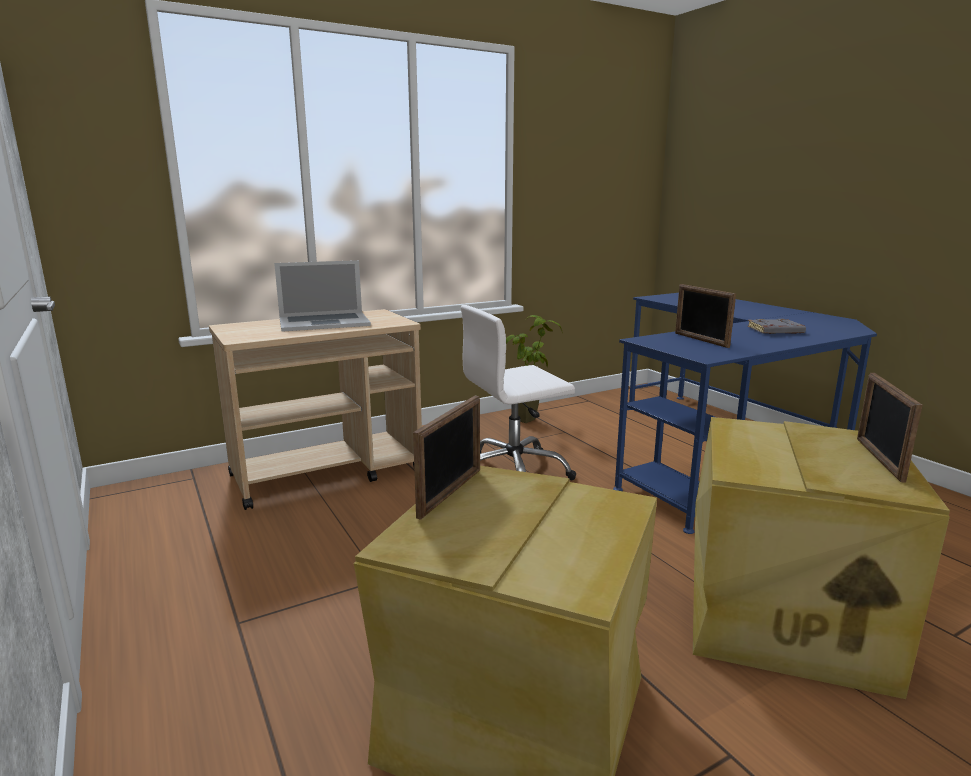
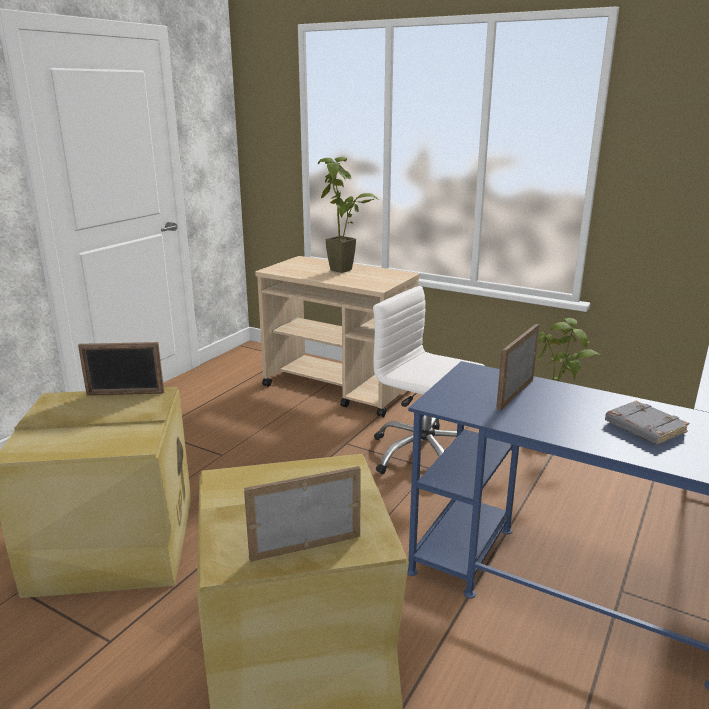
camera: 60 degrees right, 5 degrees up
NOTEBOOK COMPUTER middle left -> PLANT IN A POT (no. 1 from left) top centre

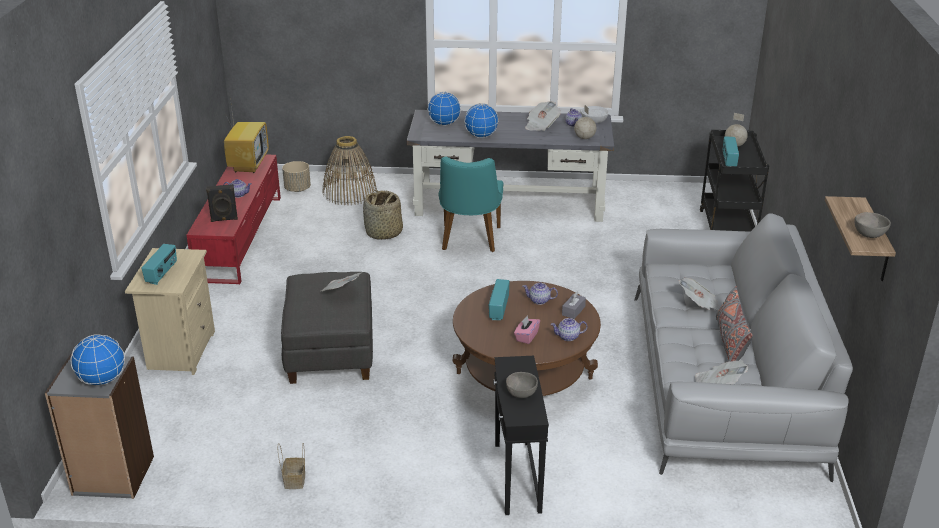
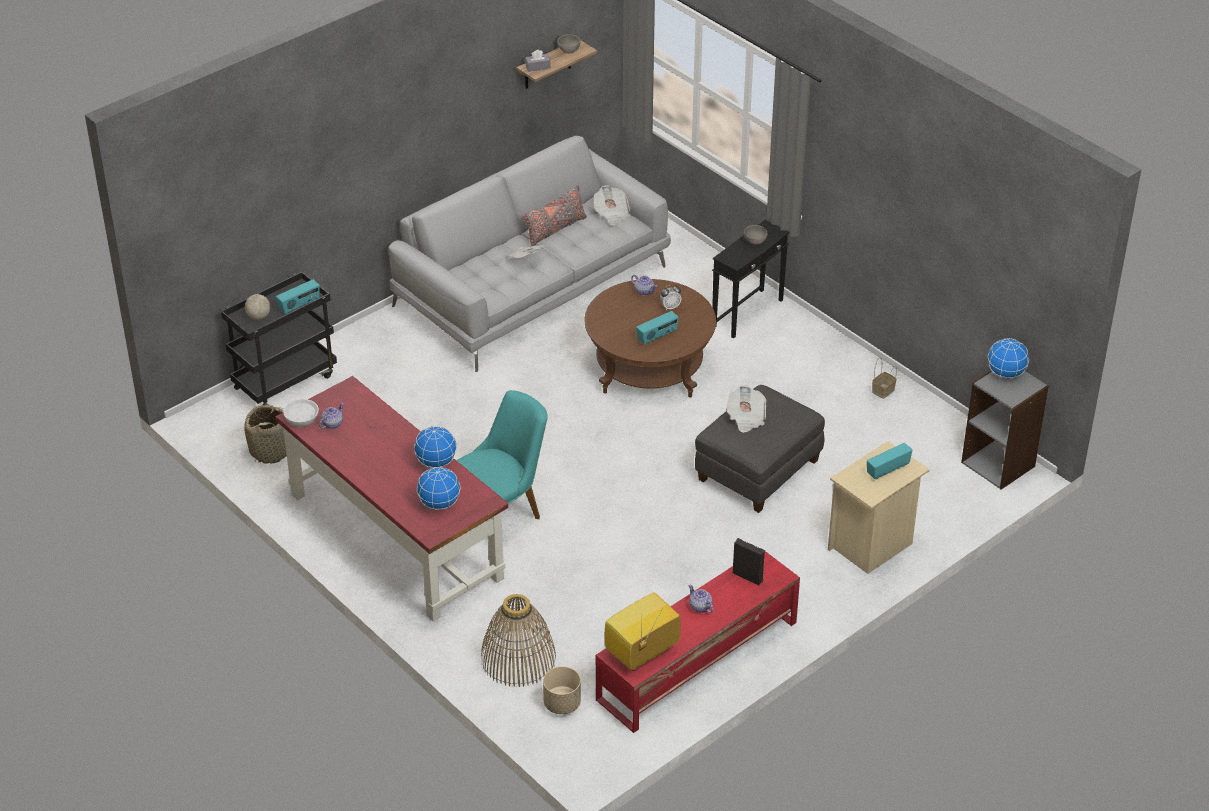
camera: 135 degrees left, 10 degrees up
NEWSPAPER (no. 2 from left) top centre -> none
WORLD GLOBE (no. 4 from left) top centre -> none
GREYISH DESK top centre -> REDDISH DESK middle left
STORAGE BASKET (no. 3 from left in the first image) centre -> STORAGE BASKET (no. 1 from left) middle left, shifted
TEA POT (no. 2 from left) centre -> none
GREYISH TISSUE HOLDER centre -> GREYISH TISSUE HOLDER top centre, shifted
PINKISH TISSUE HOLDER centre -> ALARM CLOCK centre

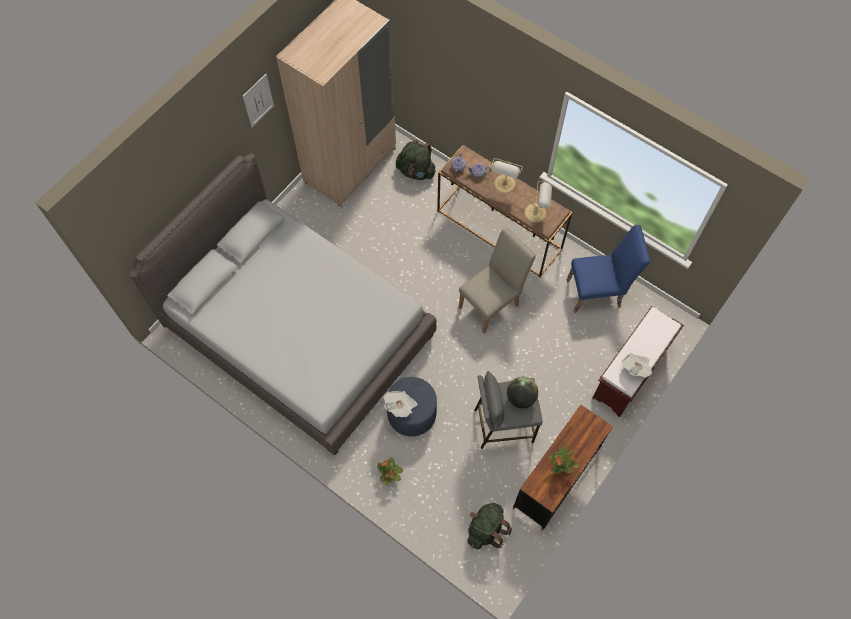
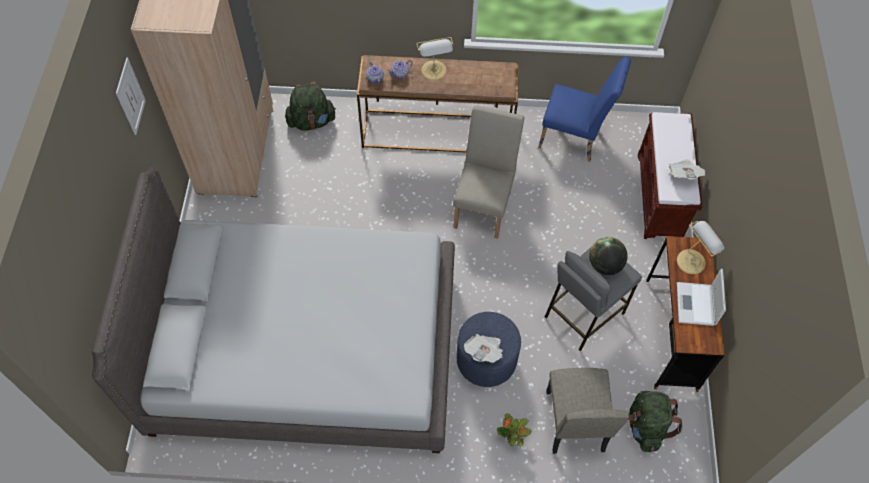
camera: 35 degrees left, 5 degrees down
LAMP FOR A TABLE (no. 2 from left) top centre -> LAMP FOR A TABLE (no. 2 from left) middle right, shifted
BLUISH UPRIGHT CHAIR middle right -> BLUISH UPRIGHT CHAIR top right, 60 degrees clockwise
PLANT IN A POT (no. 2 from left) bottom centre -> NOTEBOOK COMPUTER middle right
none -> BEIGE-COLOURED UPRIGHT CHAIR (no. 2 from left) bottom right

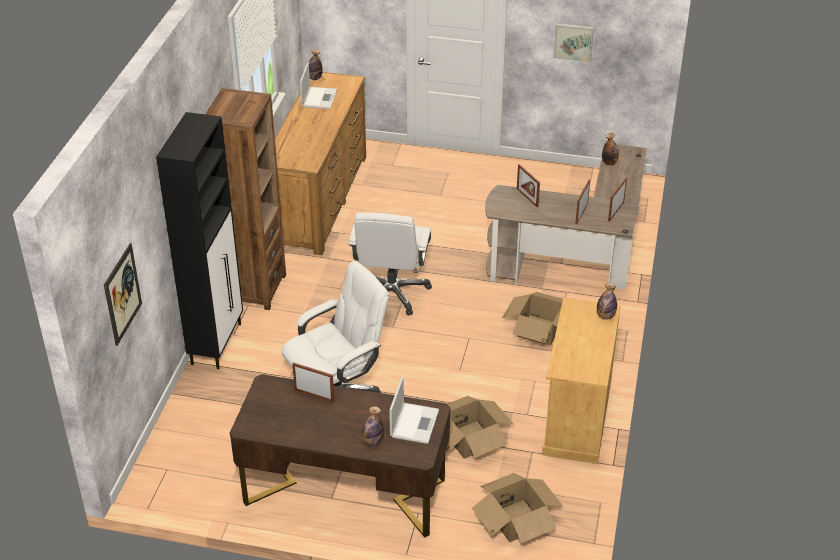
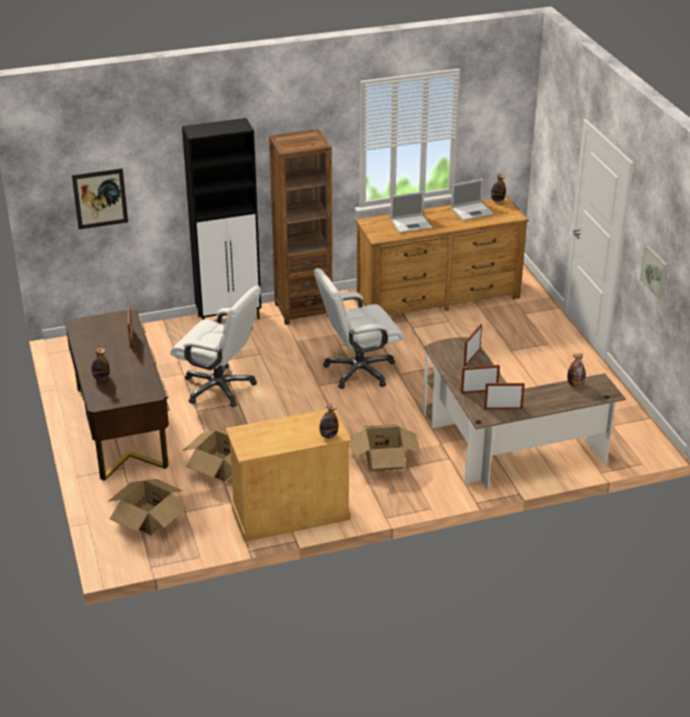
camera: 60 degrees right, 5 degrees down
NOTEBOOK COMPUTER (no. 2 from left in the first image) bottom centre -> NOTEBOOK COMPUTER (no. 1 from left) top centre, shifted

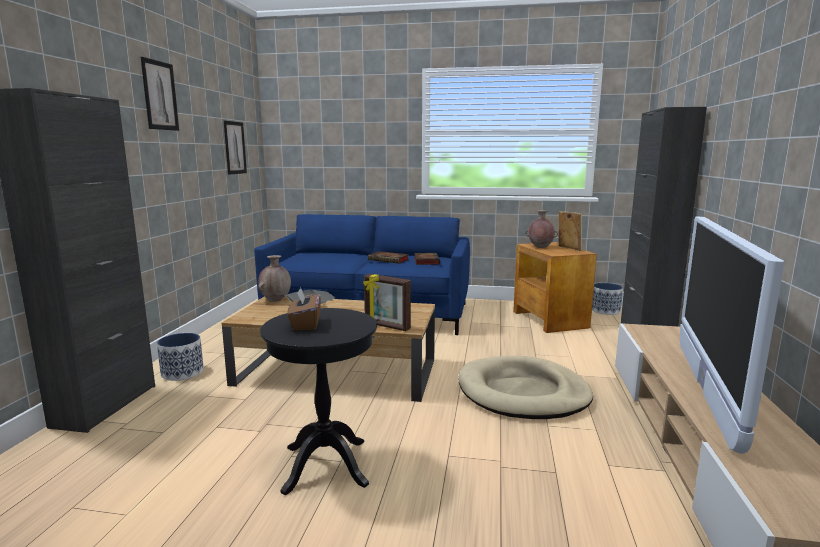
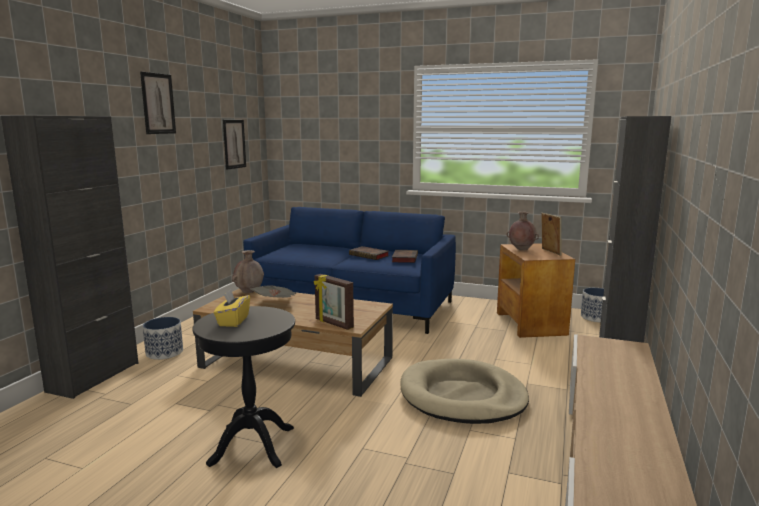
camera: 10 degrees right, 0 degrees up
TV SET middle right -> none
BROWN-COLOURED TISSUE HOLDER centre -> YELLOWISH TISSUE HOLDER middle left

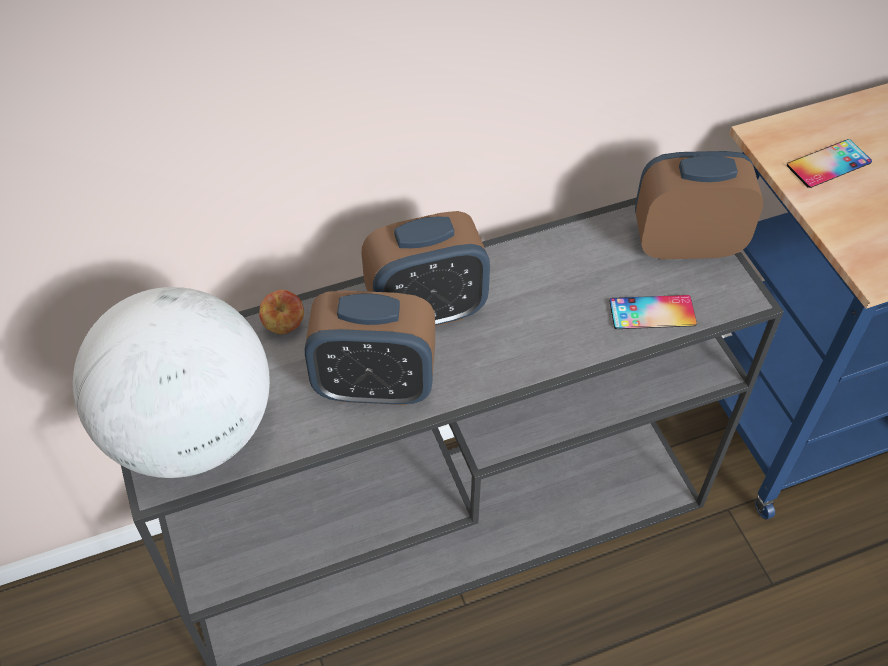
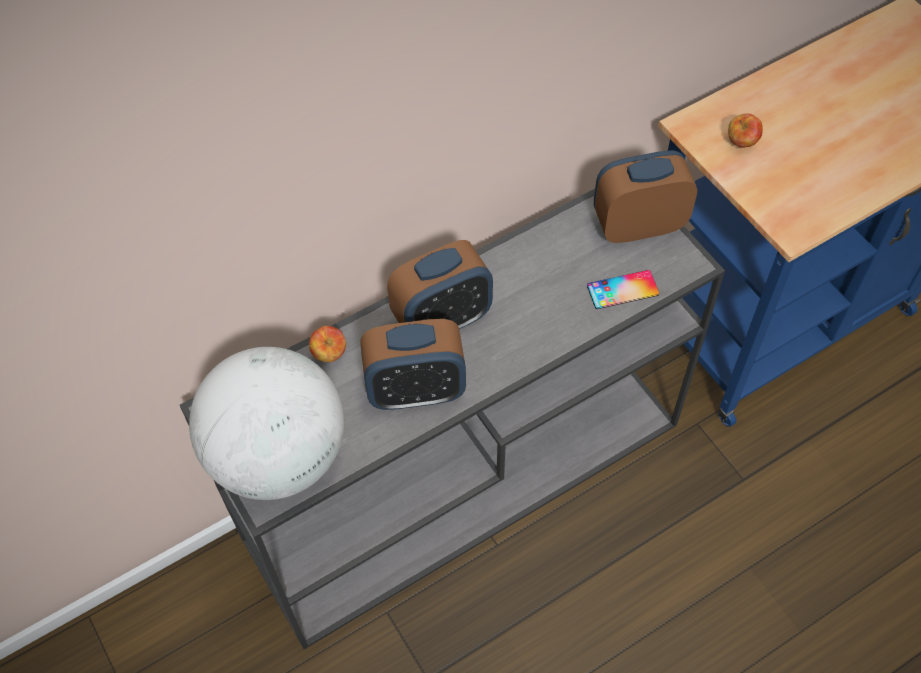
camera: 10 degrees left, 5 degrees up
PHONE (no. 2 from left) top right -> WHOLE APPLE (no. 2 from left) top right

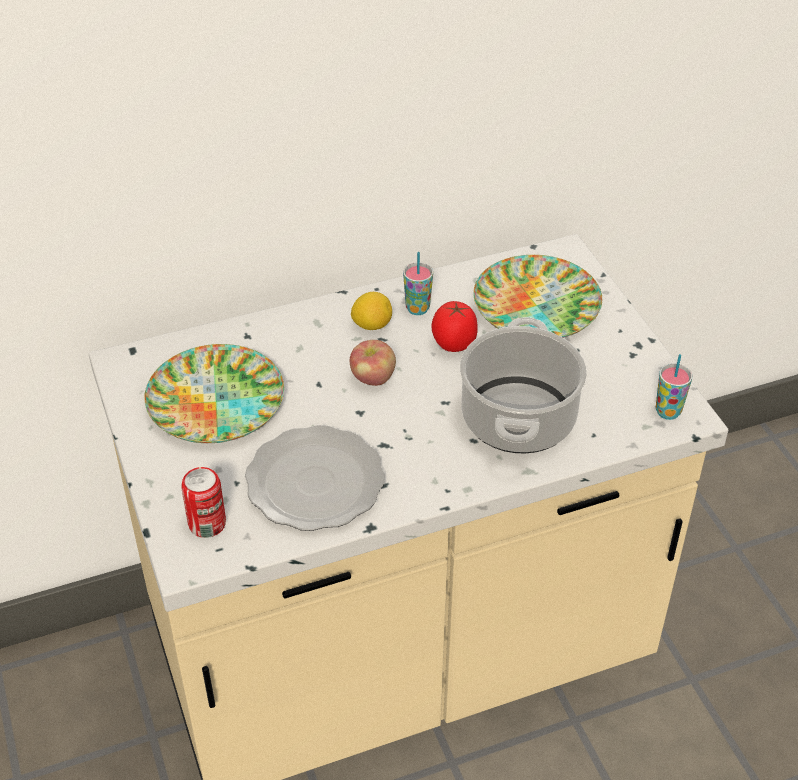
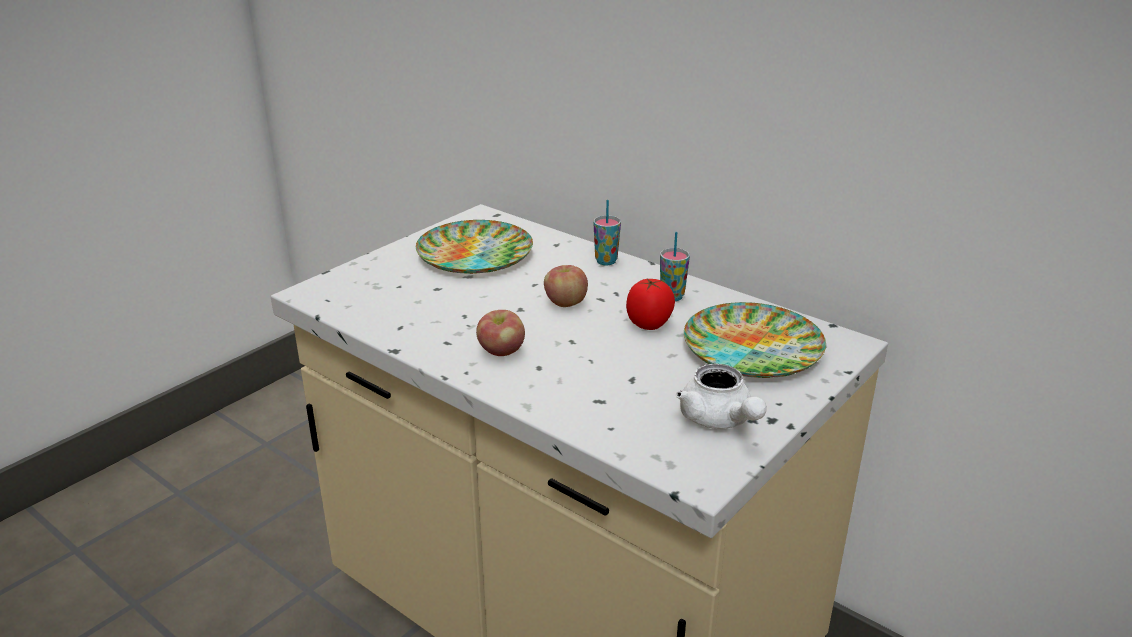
camera: 60 degrees right, 15 degrees down
CITRUS FRUIT centre -> none
SAUCEPOT centre -> none
SMALL CUP (no. 2 from left in the first image) middle right -> SMALL CUP (no. 1 from left) centre, shifted
PLATE (no. 2 from left) centre -> none
METAL CAN middle left -> none
none -> WHOLE APPLE (no. 1 from left) centre
none -> WHITISH TEA POT centre

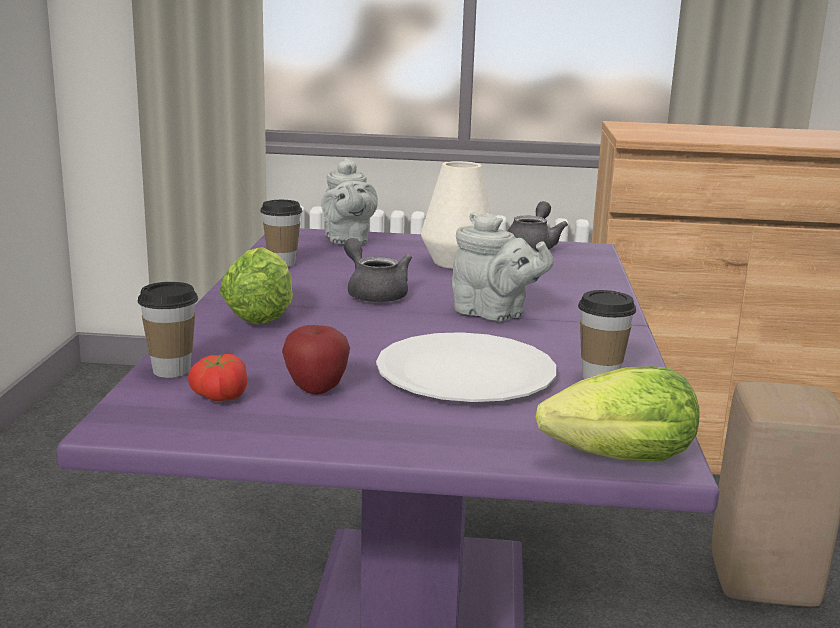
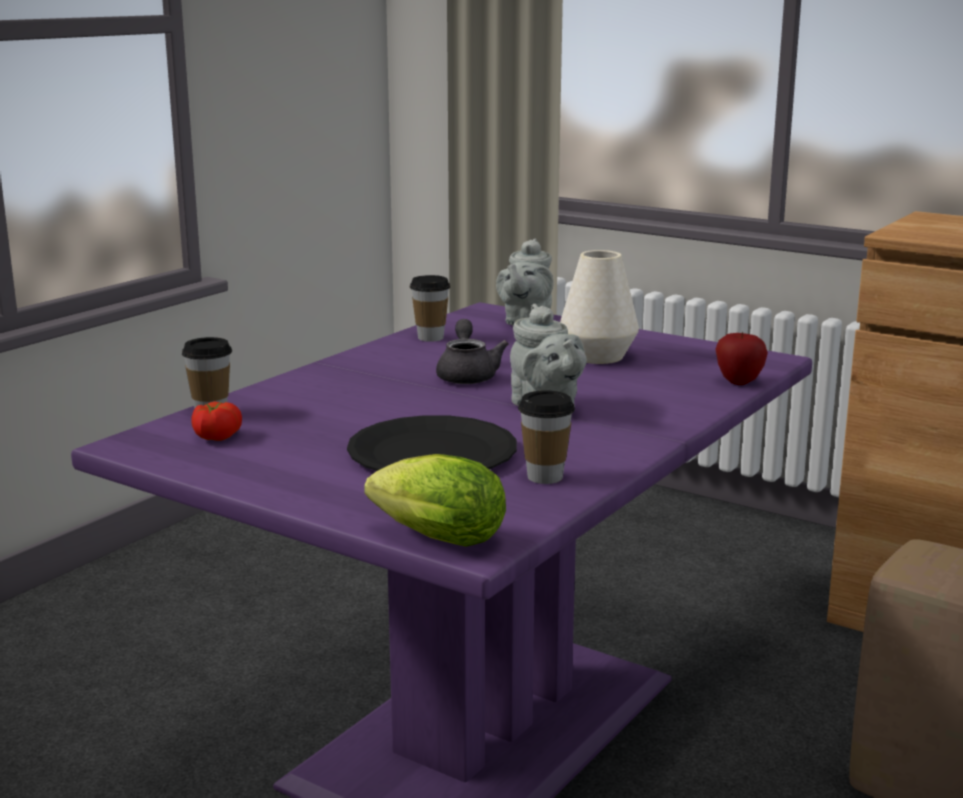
camera: 30 degrees right, 0 degrees up
GREYISH TEA POT (no. 4 from left) centre -> none
HEAD OF LETTUCE (no. 1 from left) middle left -> none
WHOLE APPLE centre -> WHOLE APPLE middle right, shifted
WHITISH PLATE centre -> BLACK PLATE centre

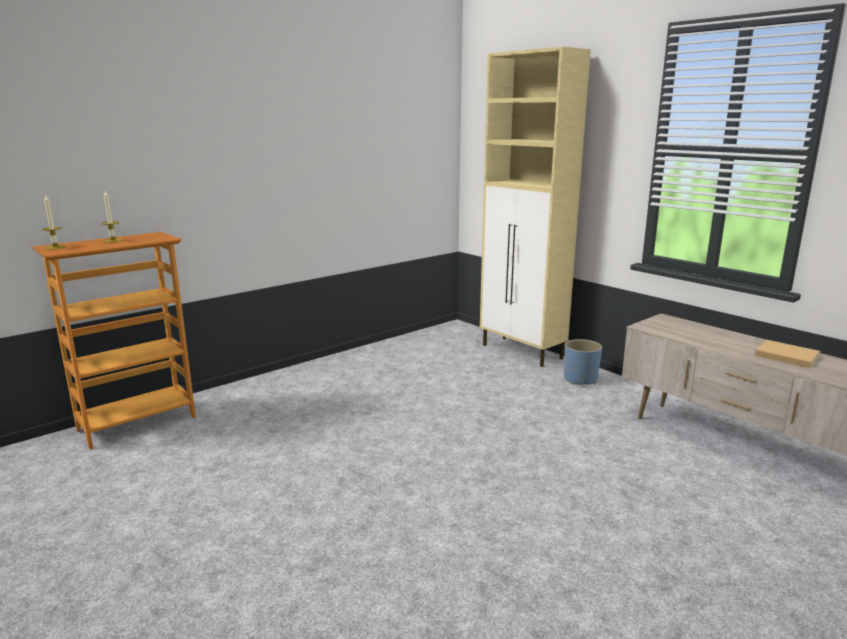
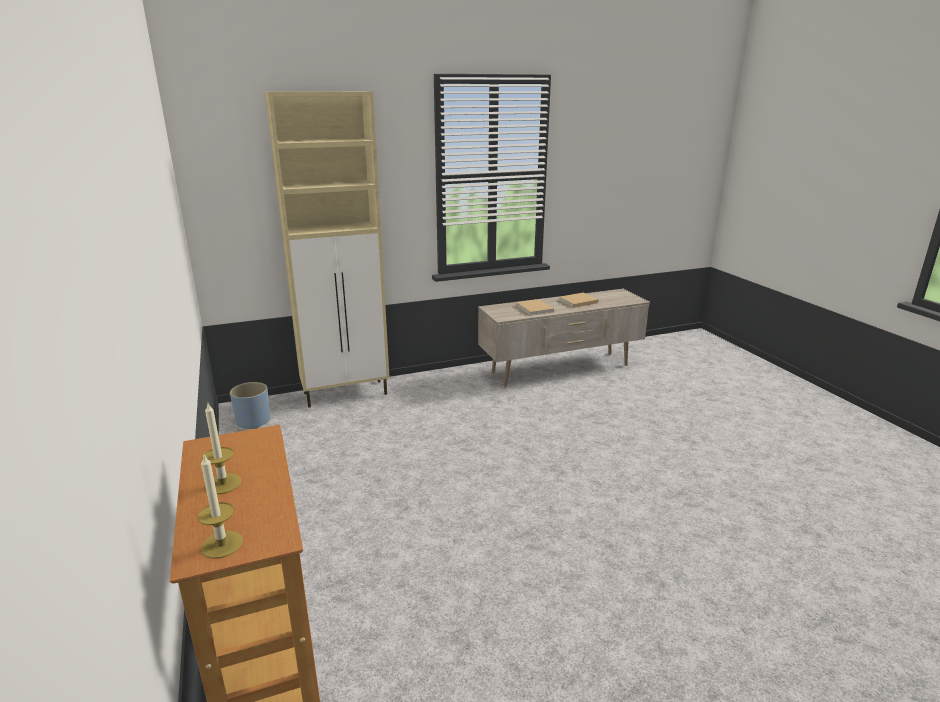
camera: 70 degrees left, 5 degrees up
BLUISH PLANTER middle right -> BLUISH PLANTER middle left, shifted
none -> BEIGE-COLOURED BOOK (no. 1 from left) centre

